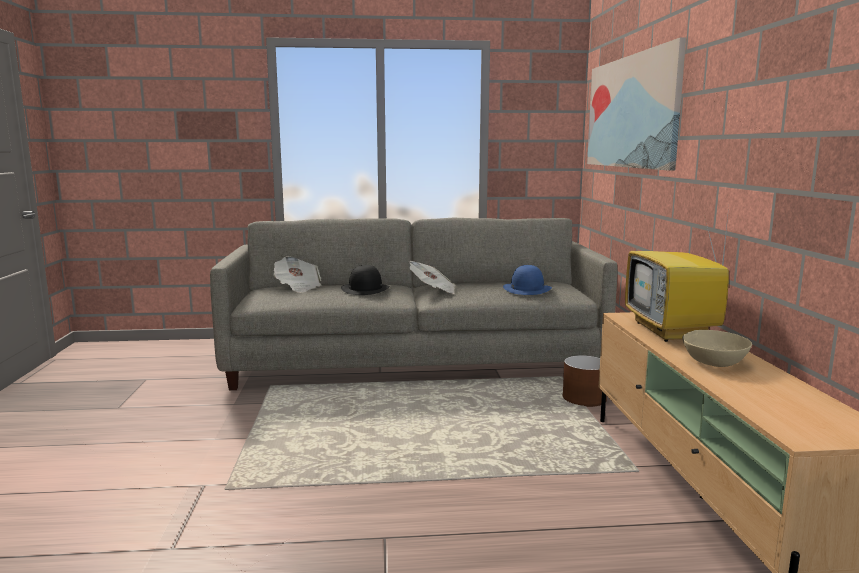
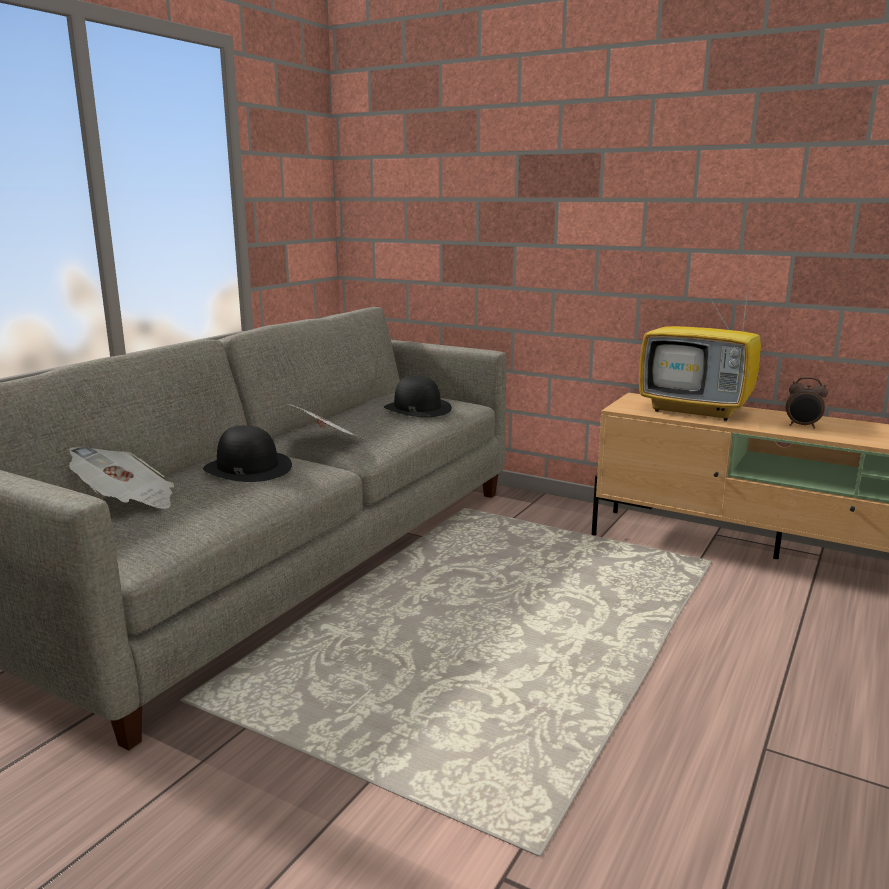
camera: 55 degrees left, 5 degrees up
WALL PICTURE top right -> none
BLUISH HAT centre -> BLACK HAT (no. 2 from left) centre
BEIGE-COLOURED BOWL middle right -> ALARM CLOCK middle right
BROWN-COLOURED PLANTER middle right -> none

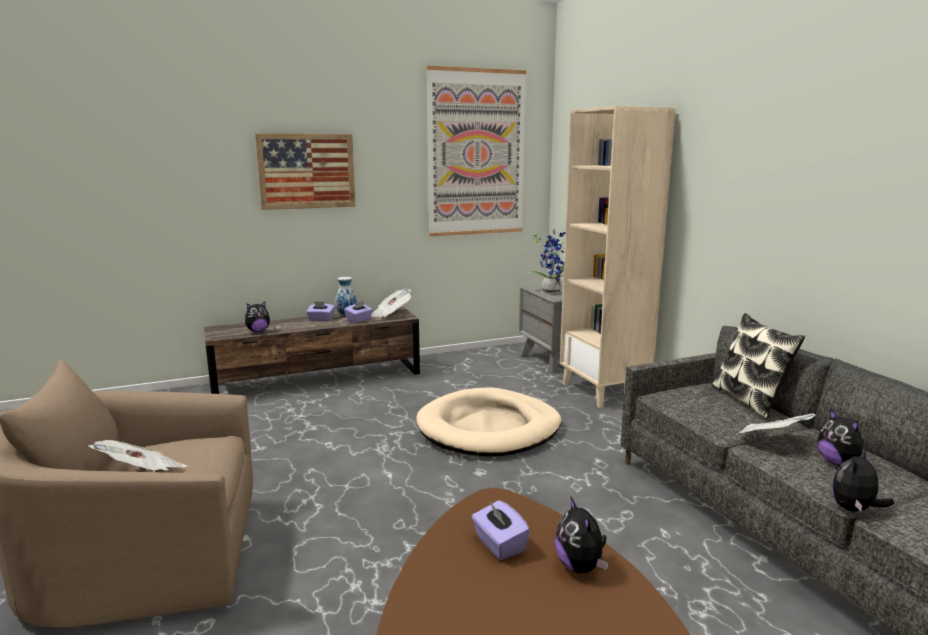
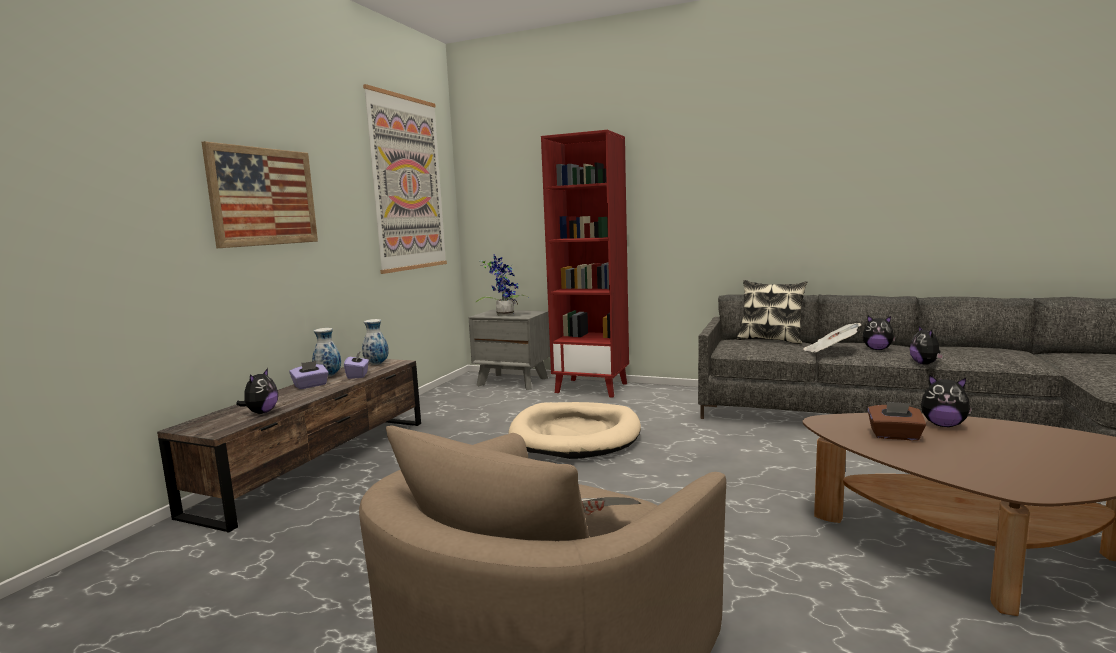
camera: 45 degrees left, 5 degrees down
BEIGE-COLOURED BOOKSHELF centre -> REDDISH BOOKSHELF centre
NEWSPAPER (no. 2 from left) centre -> DECORATIVE VASE (no. 2 from left) centre
PURPLE TISSUE HOLDER (no. 3 from left) bottom centre -> BROWN-COLOURED TISSUE HOLDER middle right

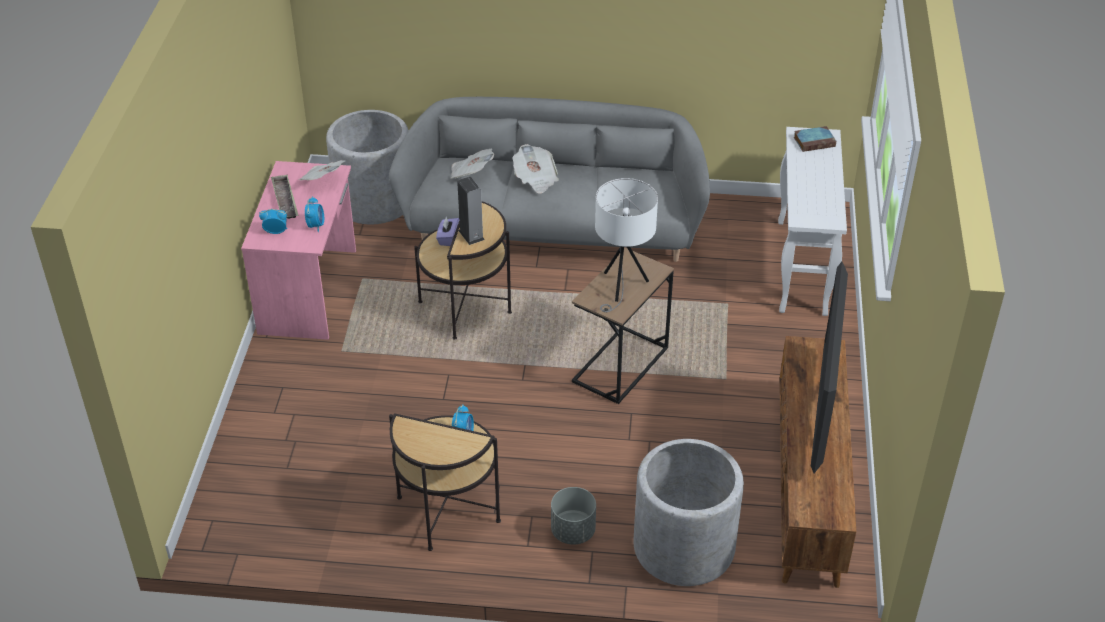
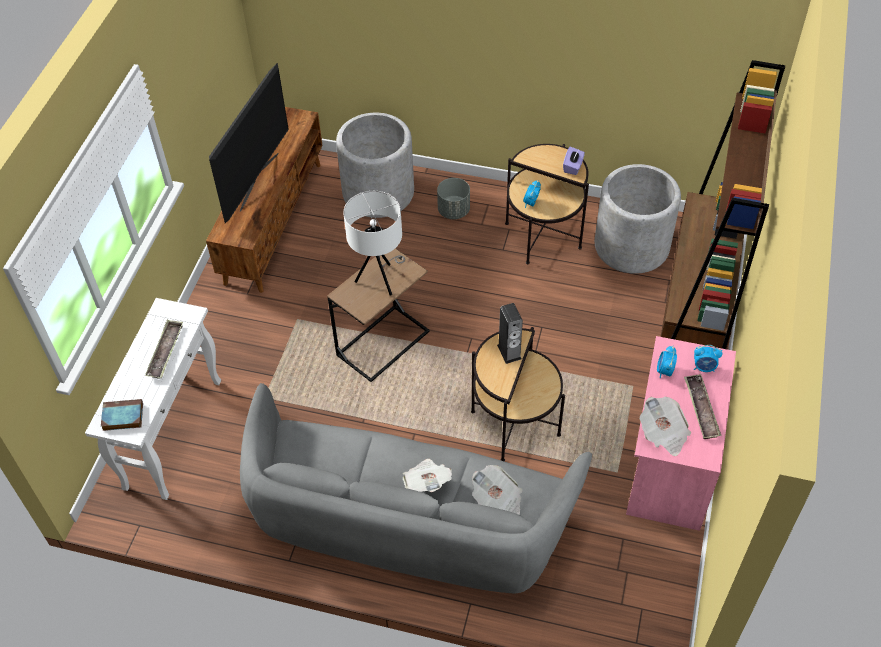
camera: 170 degrees left, 10 degrees up
GREYISH PLANTER (no. 1 from left in the first image) top left -> GREYISH PLANTER (no. 3 from left) middle right, shifted
PURPLE TISSUE HOLDER centre -> PURPLE TISSUE HOLDER top centre, shifted
none -> BROWN-COLOURED BOOKSHELF top right
none -> TRAY (no. 1 from left) middle left

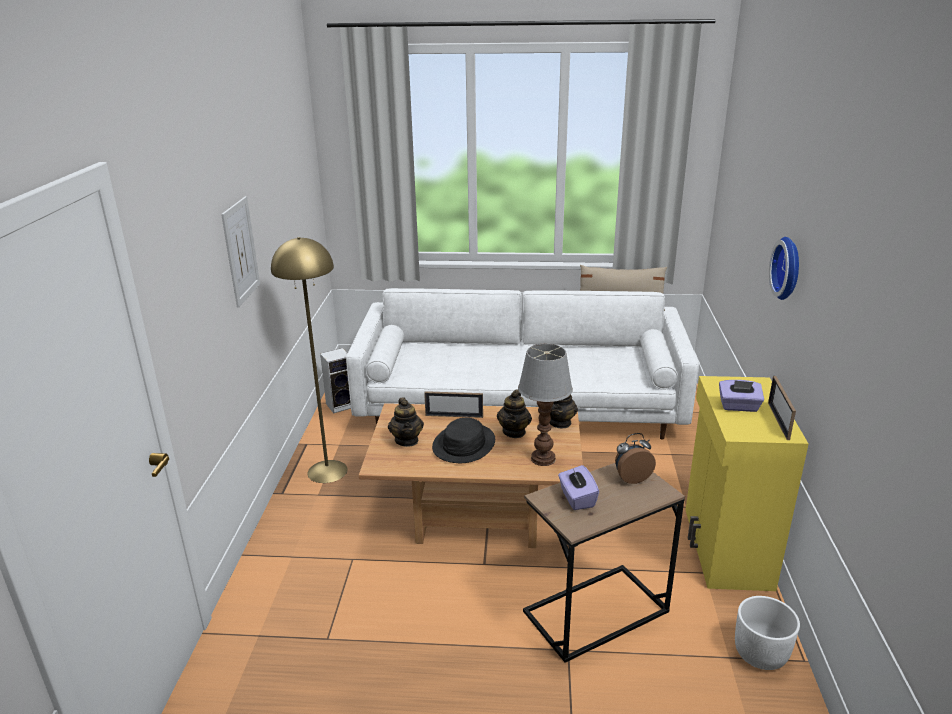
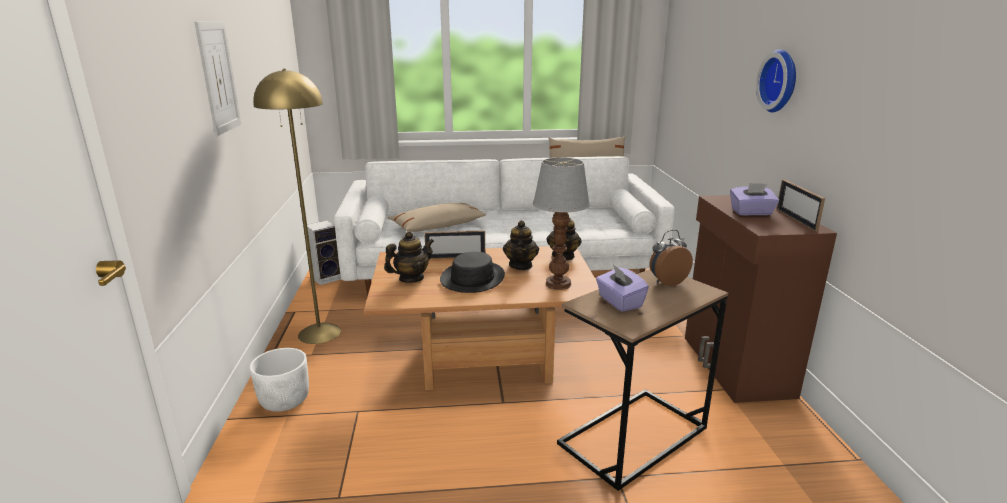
camera: 10 degrees left, 5 degrees down
YELLOWISH STORAGE CABINET bottom right -> BROWN-COLOURED STORAGE CABINET middle right
TEA POT (no. 1 from left) centre, 105 degrees counterclockwise
WHITISH PLANTER bottom right -> WHITISH PLANTER bottom left, shifted
none -> BEIGE-COLOURED THROW PILLOW (no. 1 from left) centre

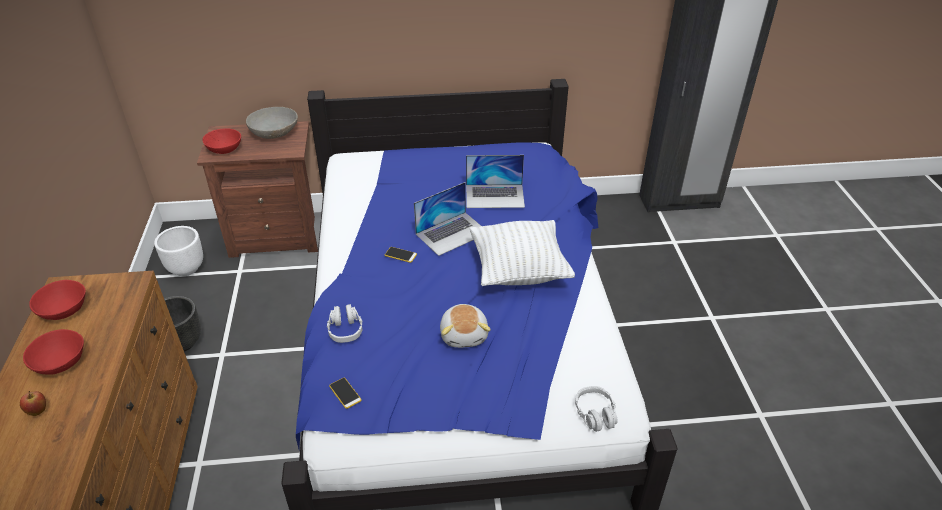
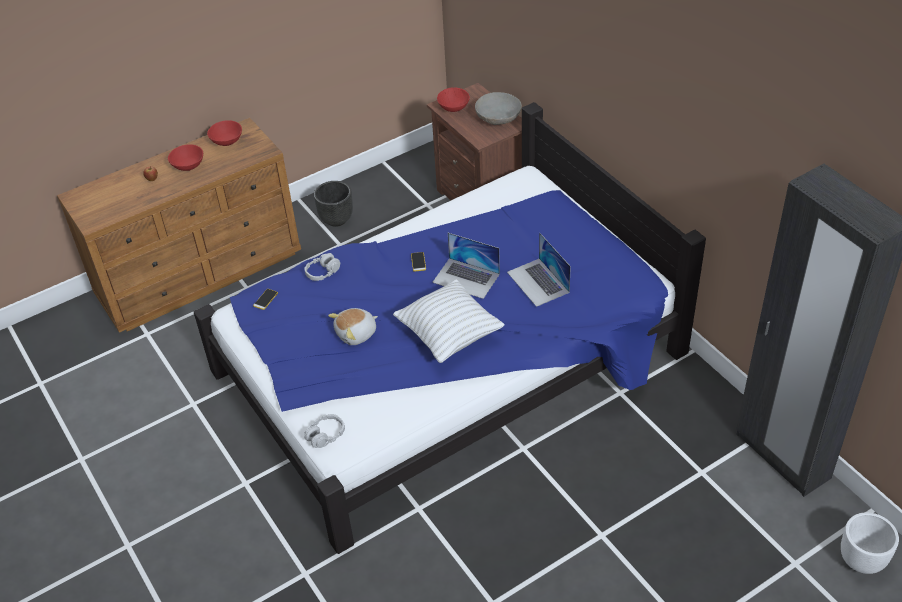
camera: 65 degrees right, 5 degrees up
WHITISH PLANTER middle left -> WHITISH PLANTER bottom right, shifted

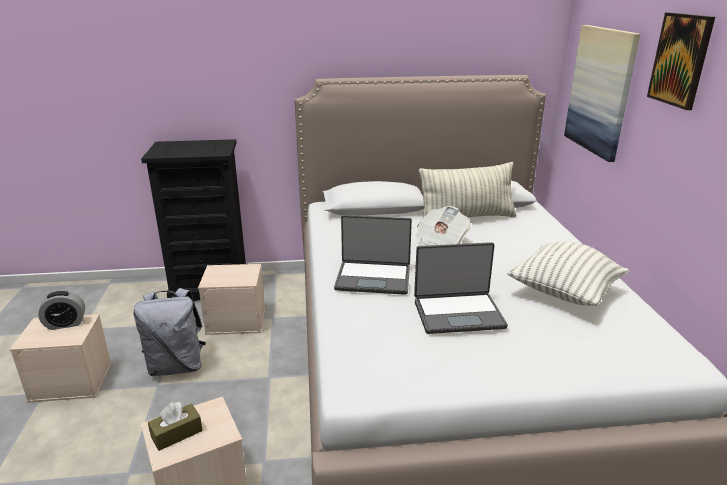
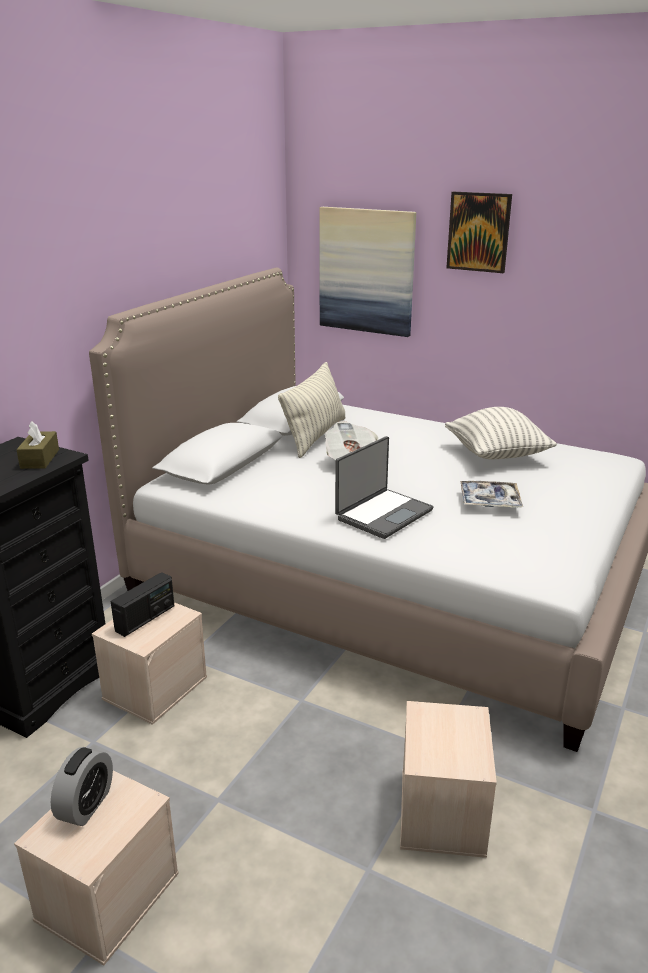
camera: 55 degrees left, 0 degrees up
NOTEBOOK COMPUTER (no. 2 from left) centre -> TRAY middle right
GREYISH BACKPACK bottom left -> none
BROWN-COLOURED TISSUE HOLDER bottom left -> BROWN-COLOURED TISSUE HOLDER middle left, shifted
none -> RADIO RECEIVER middle left

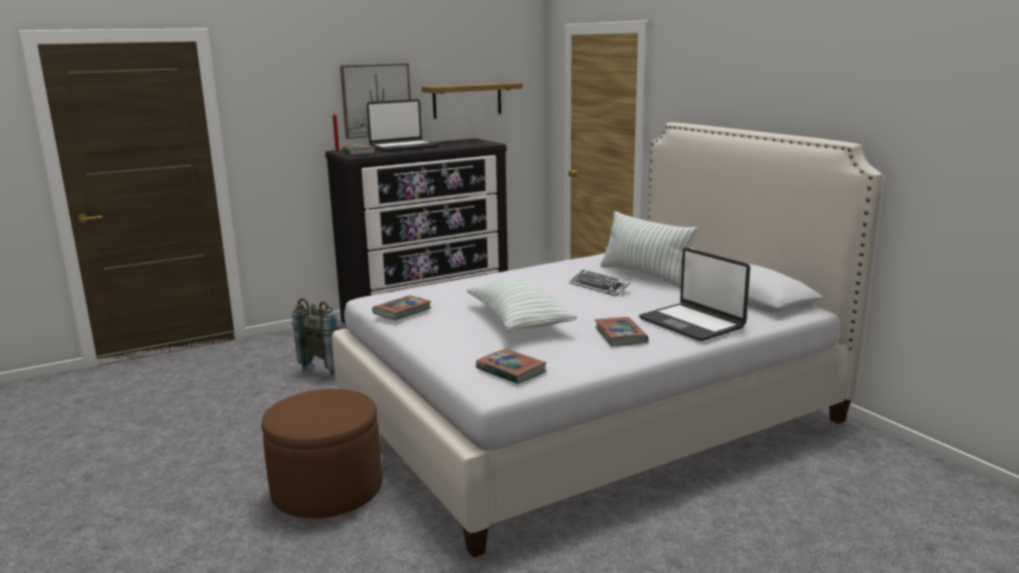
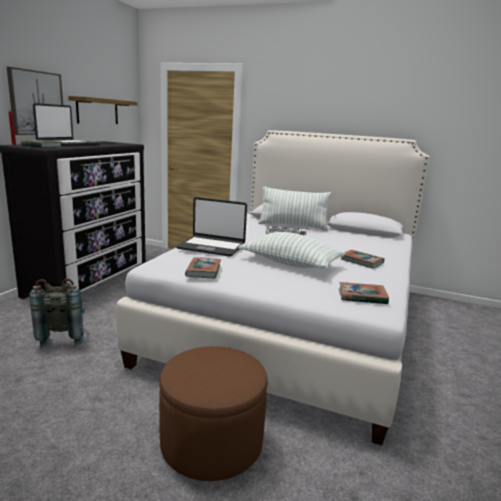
camera: 40 degrees left, 0 degrees up
NOTEBOOK COMPUTER (no. 2 from left) middle right -> NOTEBOOK COMPUTER (no. 2 from left) centre, shifted

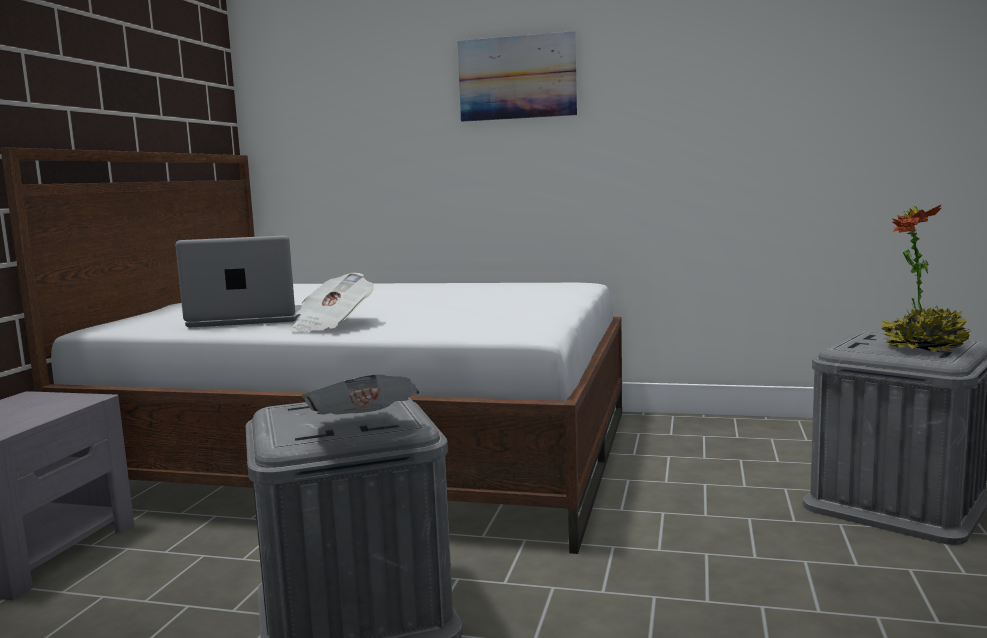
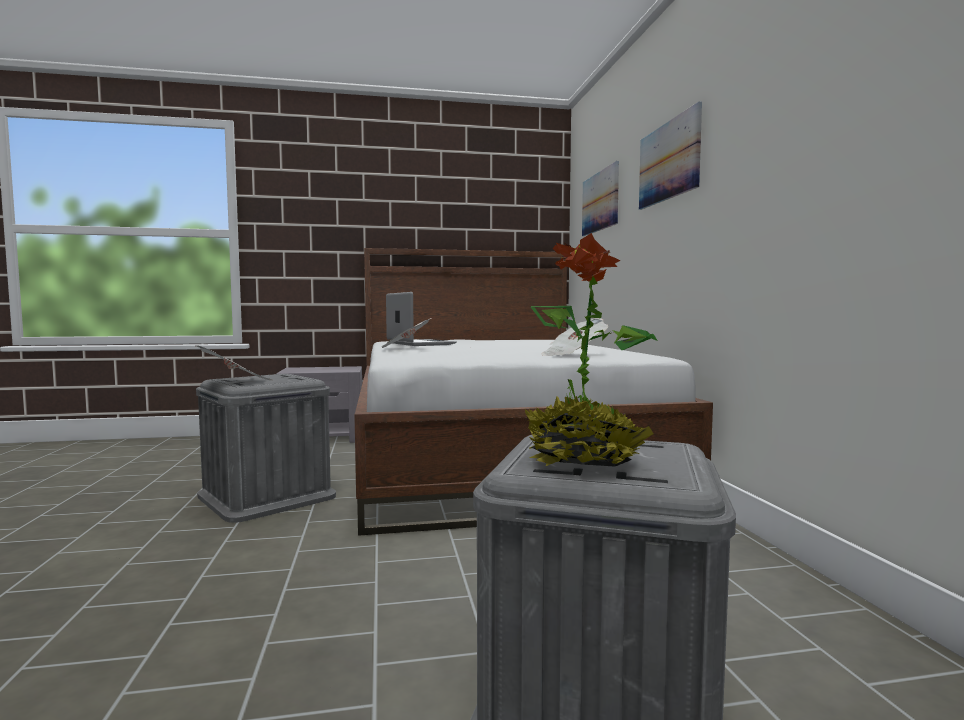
camera: 65 degrees right, 5 degrees down
none -> WALL PICTURE (no. 1 from left) top centre
none -> NEWSPAPER (no. 3 from left) centre

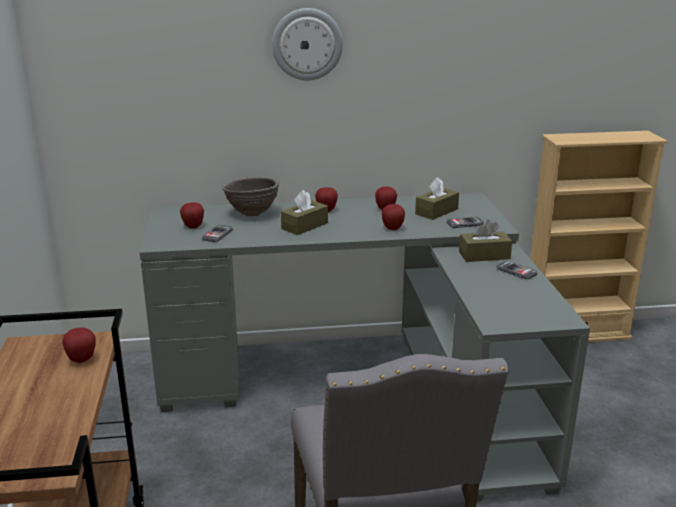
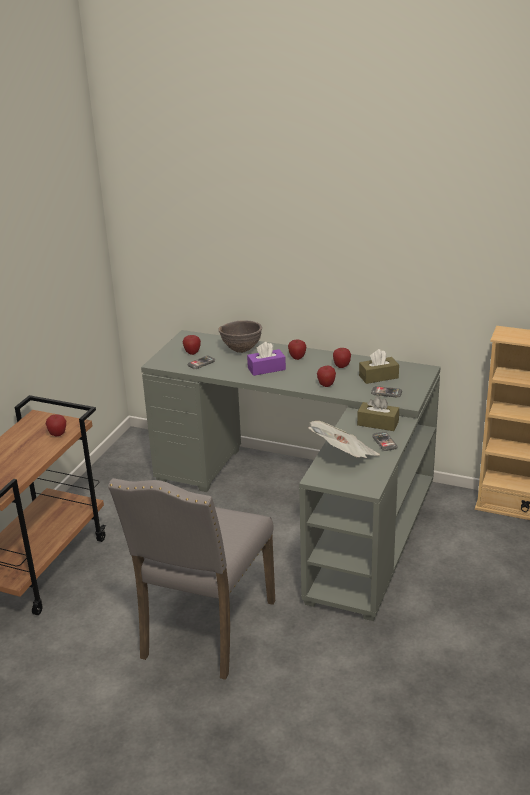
camera: 30 degrees right, 5 degrees up
WALL CLOCK top centre -> none
BROWN-COLOURED TISSUE HOLDER (no. 1 from left) centre -> PURPLE TISSUE HOLDER centre
none -> NEWSPAPER centre

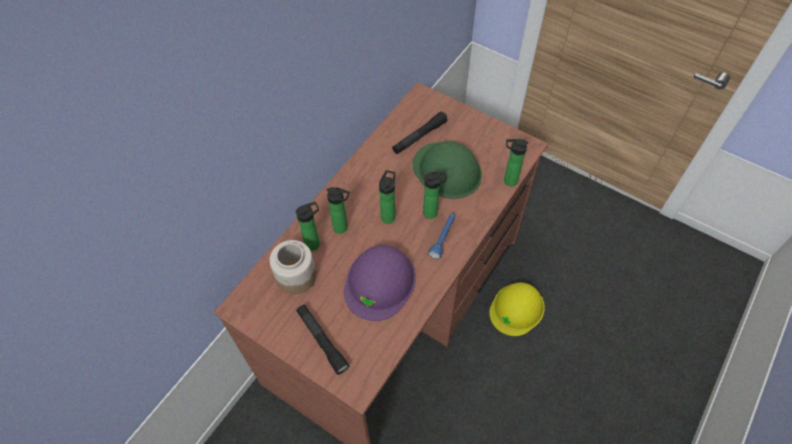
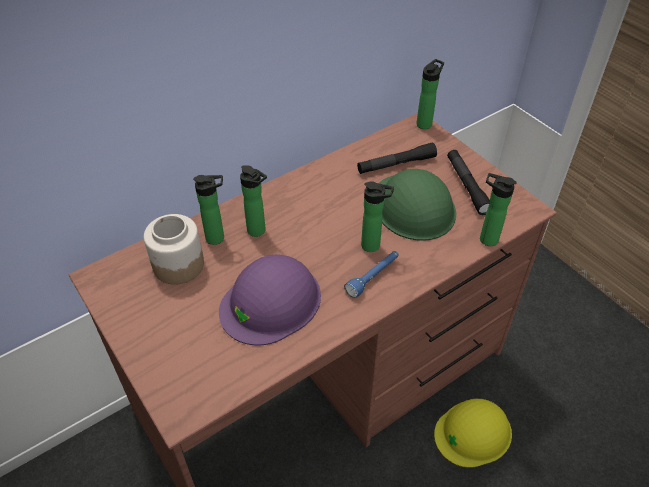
camera: 20 degrees right, 10 degrees down
BOTTLE (no. 3 from left in the first image) centre -> BOTTLE (no. 4 from left) top centre, shifted
BLACK TORCH (no. 1 from left in the first image) bottom centre -> BLACK TORCH (no. 2 from left) middle right, shifted

